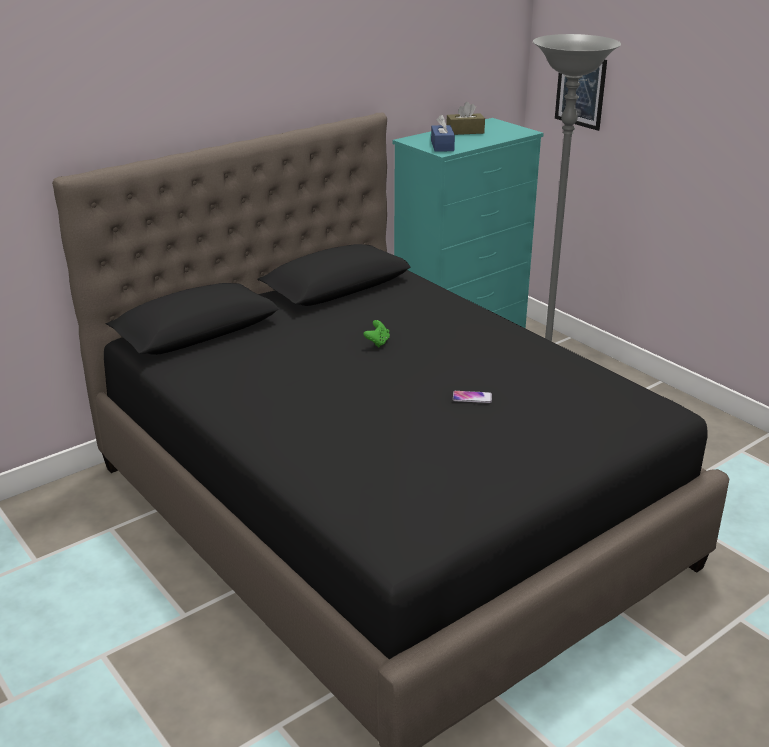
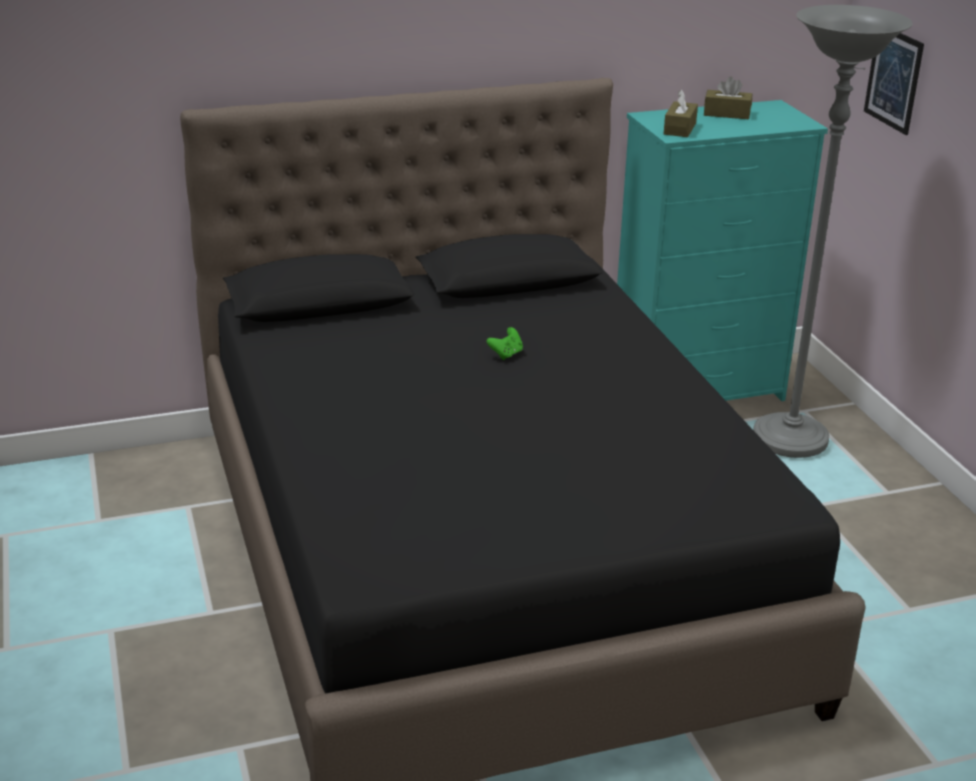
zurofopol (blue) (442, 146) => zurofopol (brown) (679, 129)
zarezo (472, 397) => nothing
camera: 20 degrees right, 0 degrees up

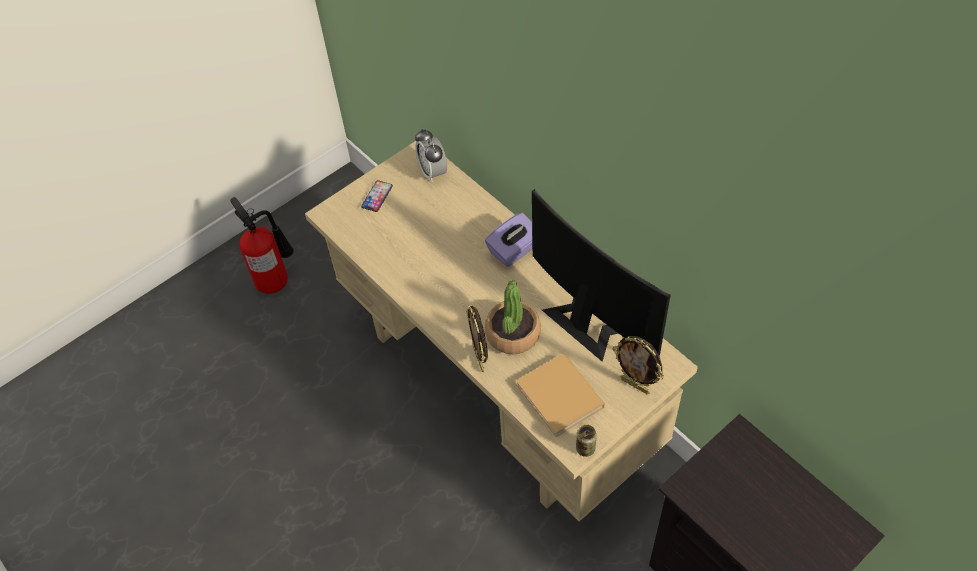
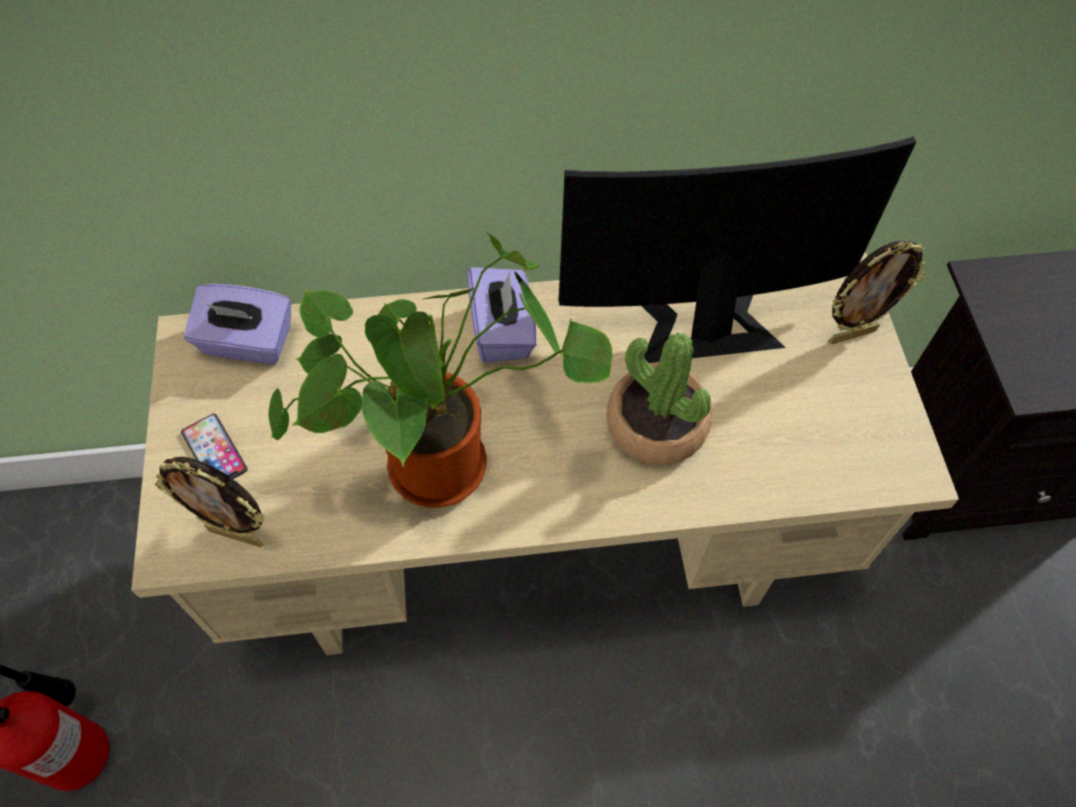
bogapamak (433, 172) => zurofopol (purple) (247, 343)
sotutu (480, 359) => sotutu (237, 535), move
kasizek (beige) (561, 398) => nothing
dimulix (585, 448) => nothing
nothing => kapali (446, 459)
camera: 60 degrees left, 5 degrees up

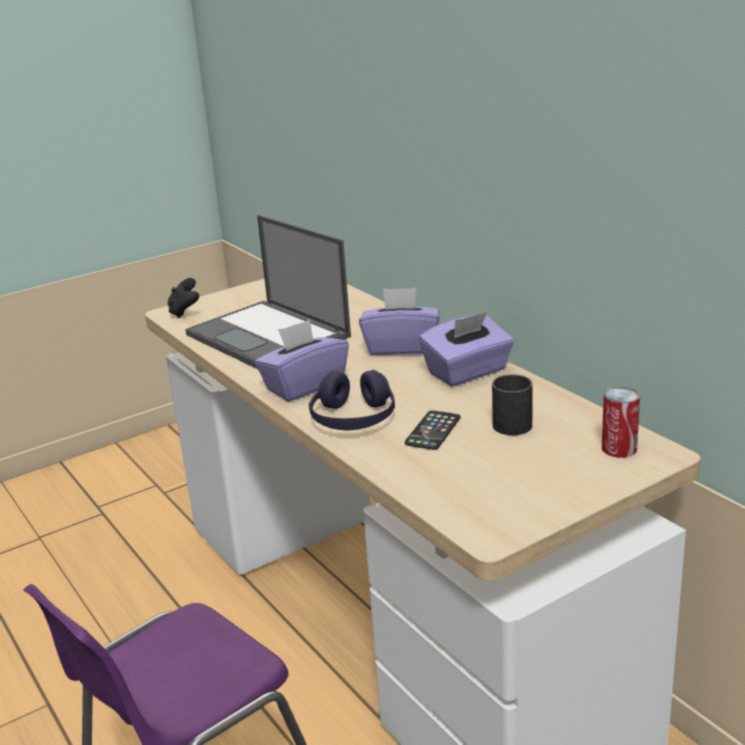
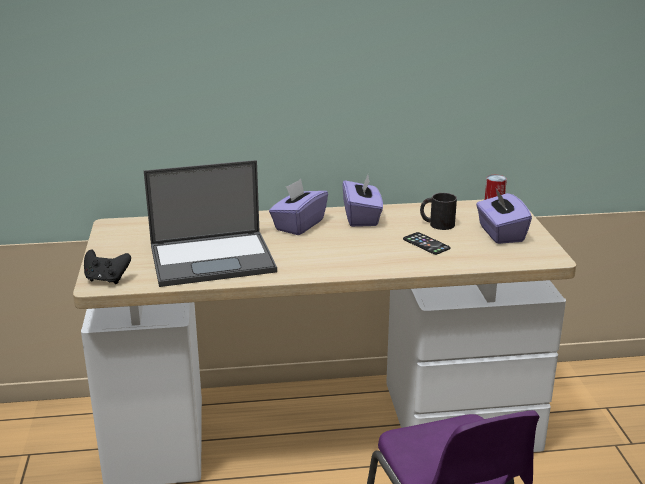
zurofopol (purple) (304, 386) => zurofopol (purple) (500, 233), move
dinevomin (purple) (353, 418) => nothing
camera: 65 degrees left, 0 degrees up

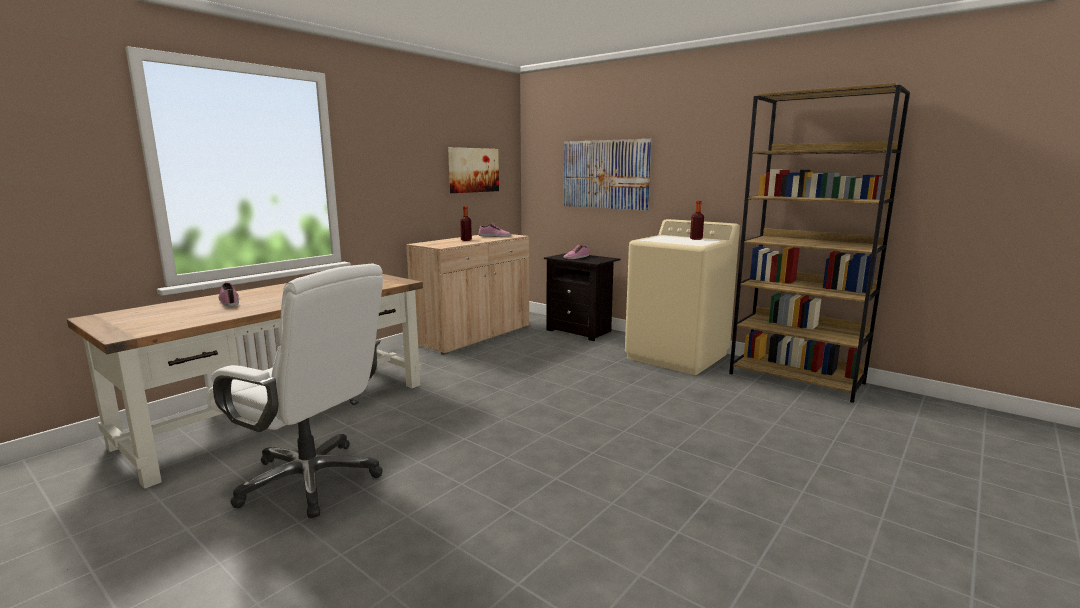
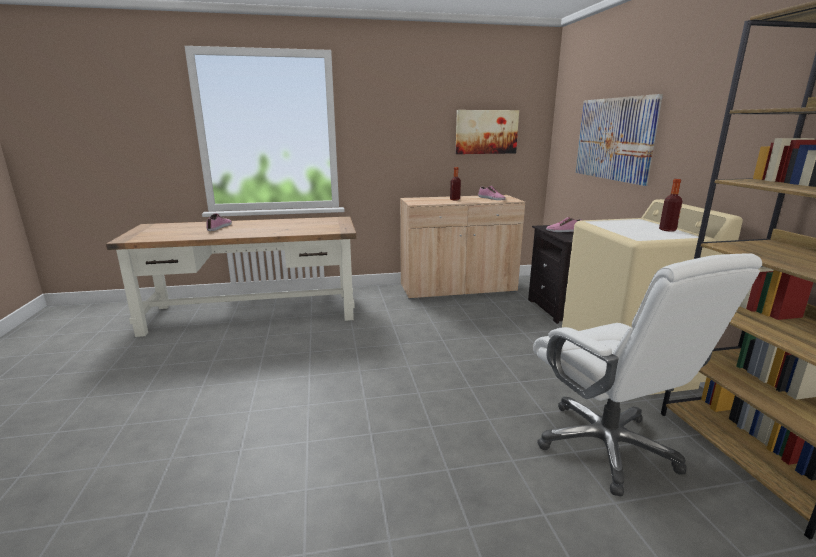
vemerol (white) (311, 480) => vemerol (white) (607, 446), move
camera: 40 degrees right, 5 degrees up

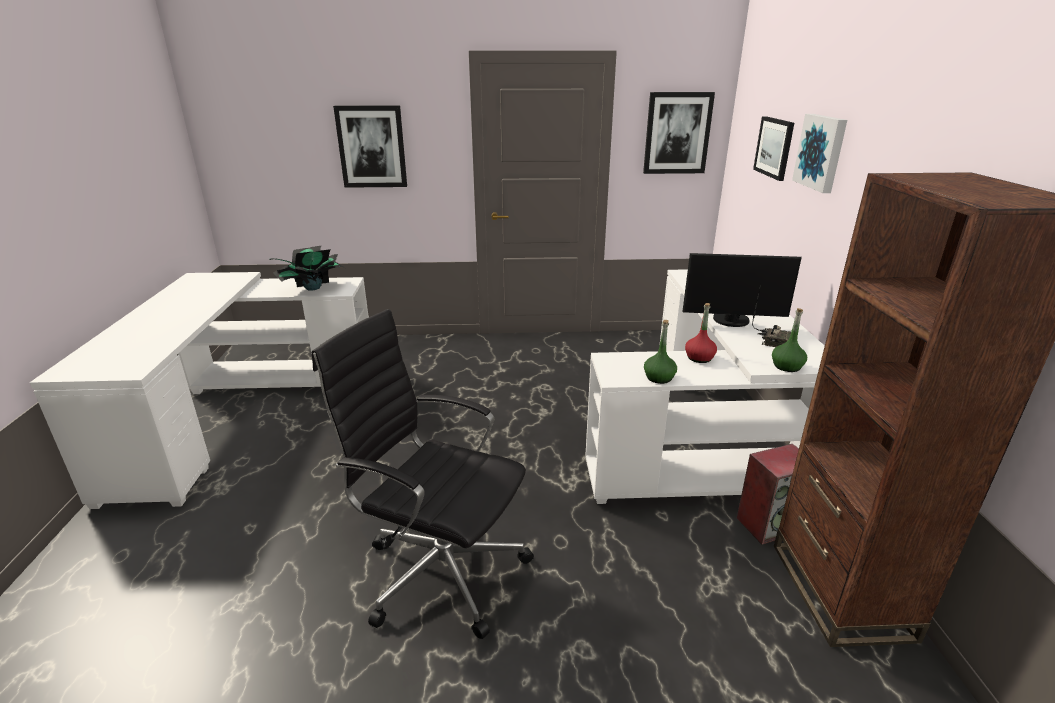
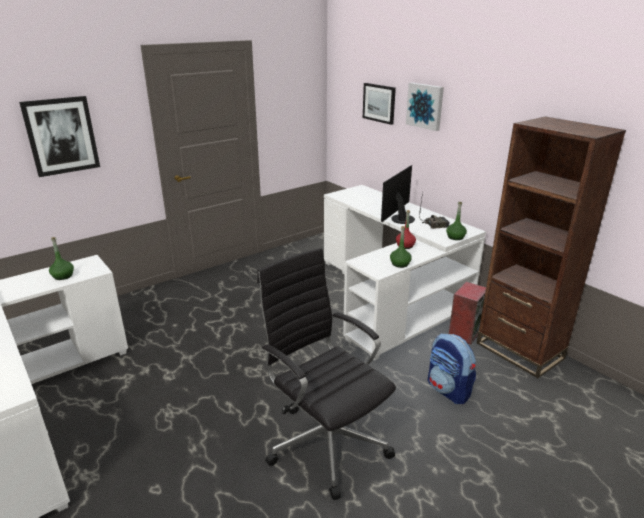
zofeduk (677, 133) => nothing
kapali (312, 288) => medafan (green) (63, 276)
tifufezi (732, 321) => tifufezi (400, 219), 150 degrees clockwise
vemerol (black) (440, 569) => vemerol (black) (326, 441), 60 degrees clockwise
nothing => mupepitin (448, 390)
camera: 35 degrees left, 0 degrees up

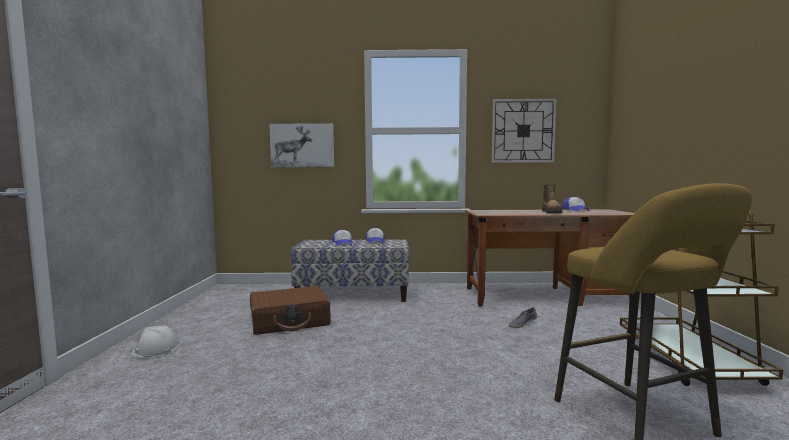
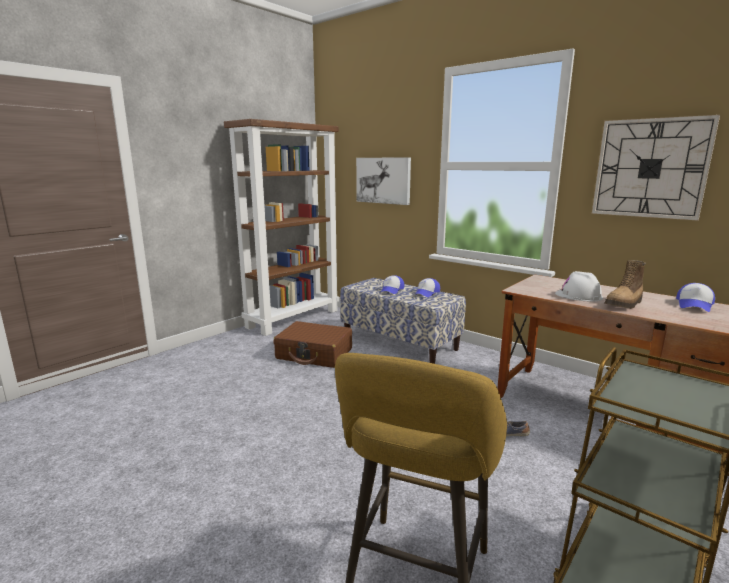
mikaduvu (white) (155, 350) => mikaduvu (white) (578, 295), move
nothing => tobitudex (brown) (293, 318)
camera: 40 degrees right, 10 degrees up

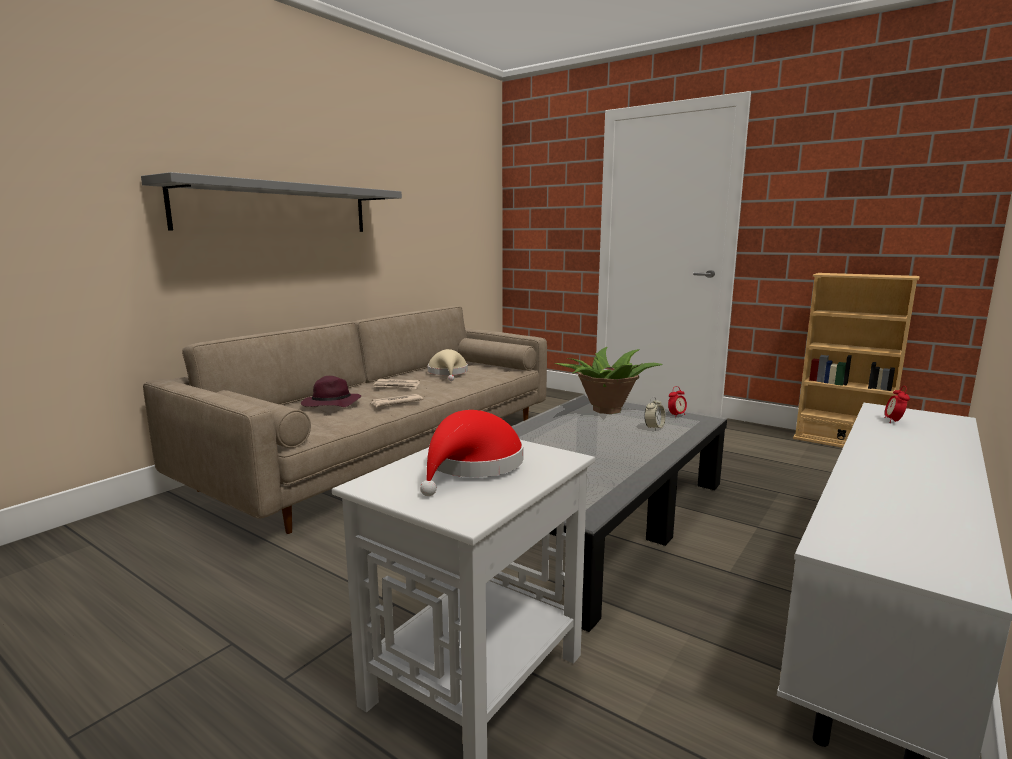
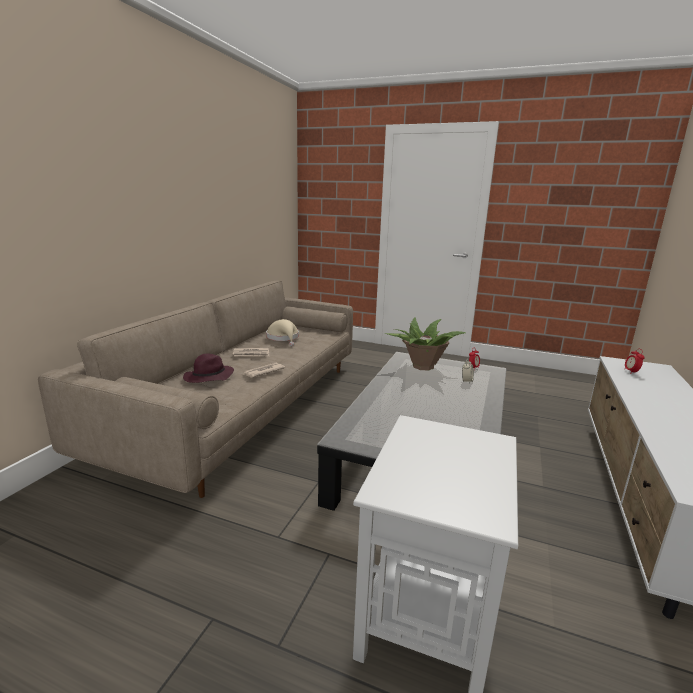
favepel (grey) (277, 208) => nothing
tobitudex (beige) (841, 443) => nothing
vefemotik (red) (472, 466) => nothing
camera: 15 degrees left, 5 degrees up

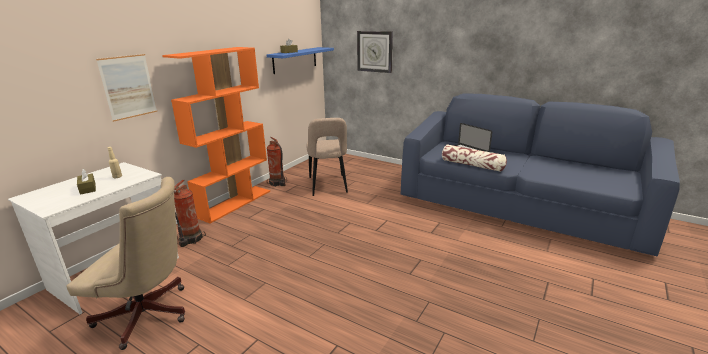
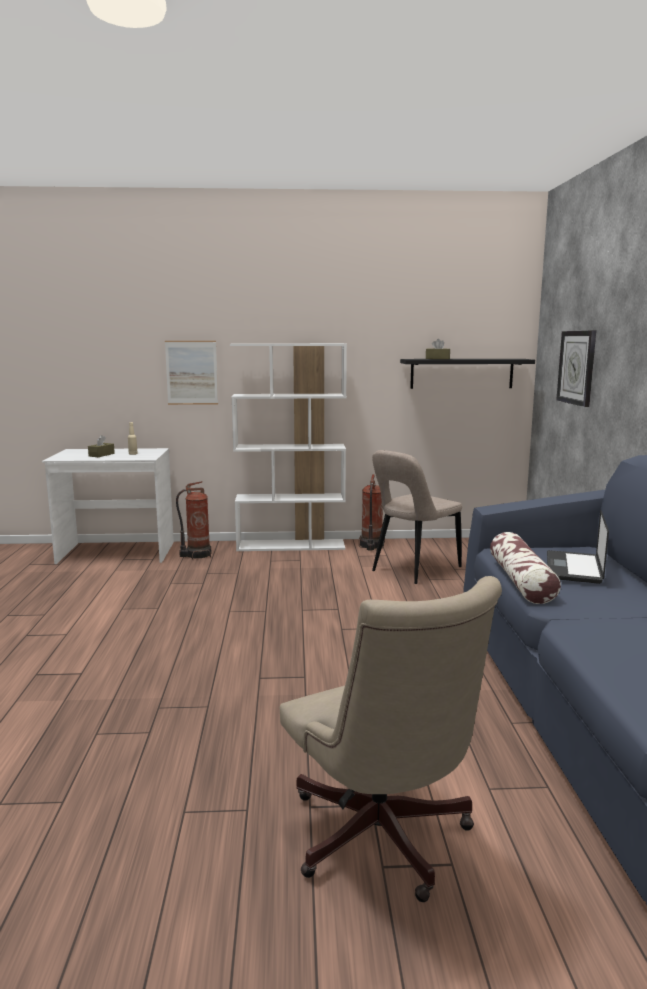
tobitudex (orange) (234, 203) => tobitudex (white) (291, 545)
favepel (blue) (295, 60) => favepel (black) (461, 373)
vemerol (beige) (149, 316) => vemerol (beige) (383, 842), move
camera: 55 degrees right, 10 degrees down

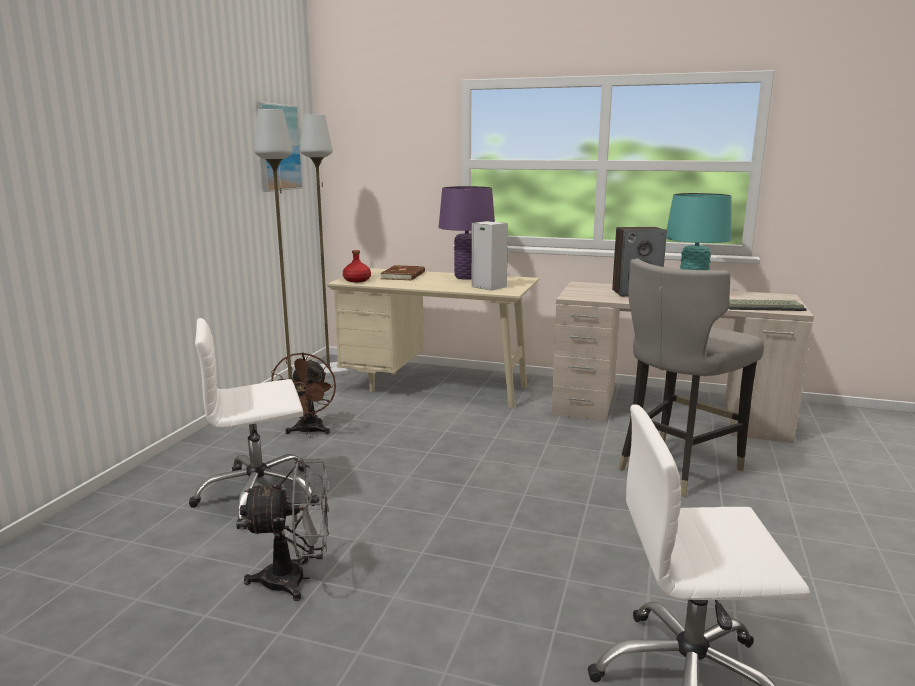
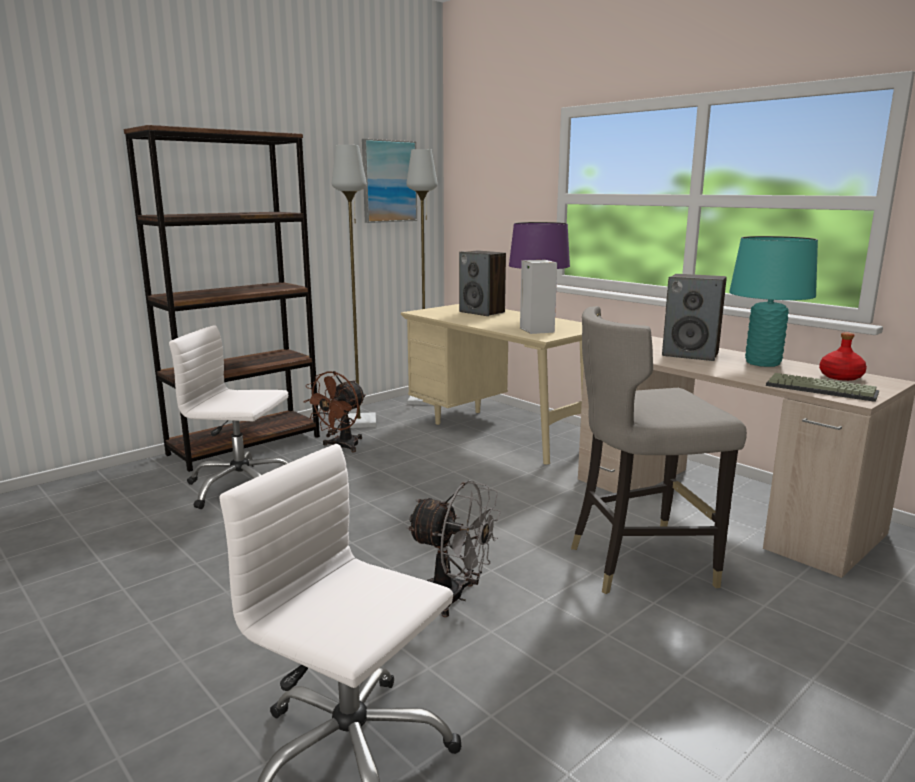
medafan (red) (356, 280) => medafan (red) (840, 377), move
kasizek (brown) (404, 275) => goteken (482, 312)
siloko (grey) (296, 579) => siloko (grey) (453, 598), move
nothing => tobitudex (brown) (245, 445)
camera: 30 degrees right, 0 degrees up

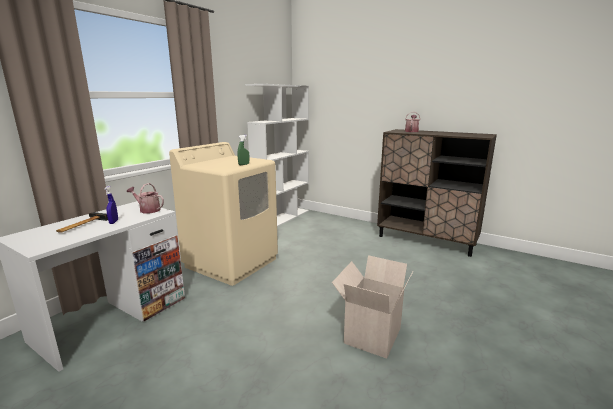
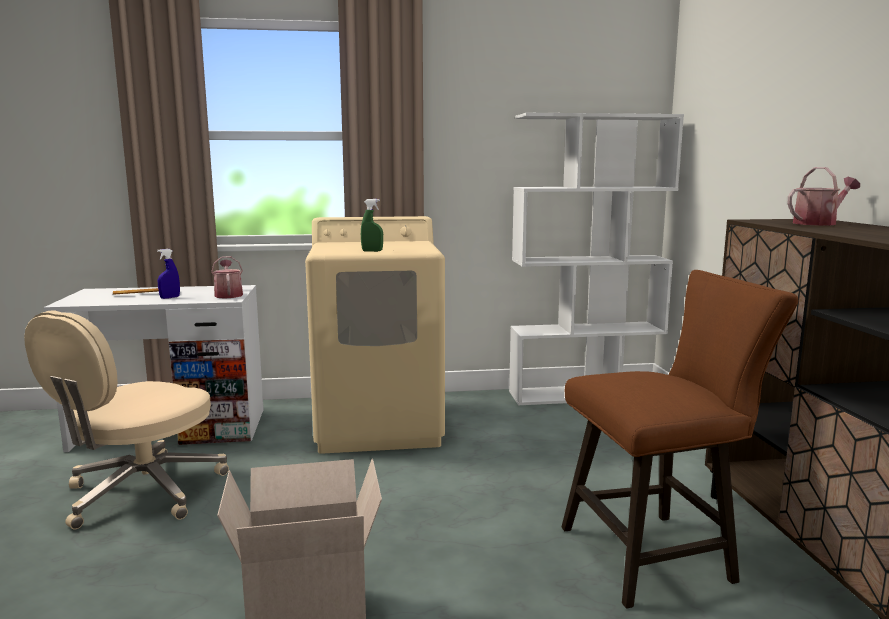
nothing => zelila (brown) (657, 554)
nothing => vemerol (beige) (141, 493)
camera: 50 degrees right, 5 degrees down

